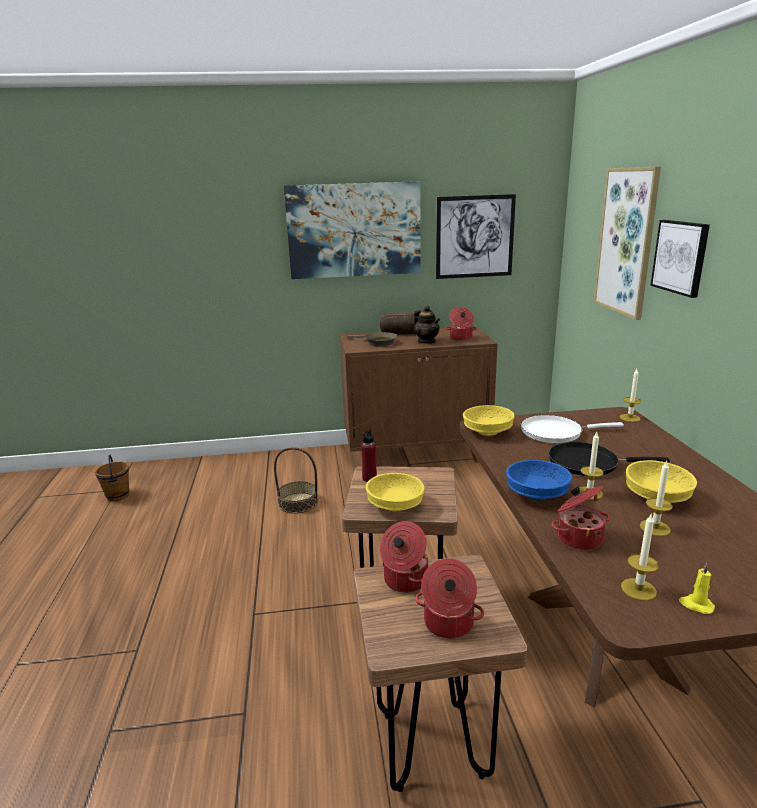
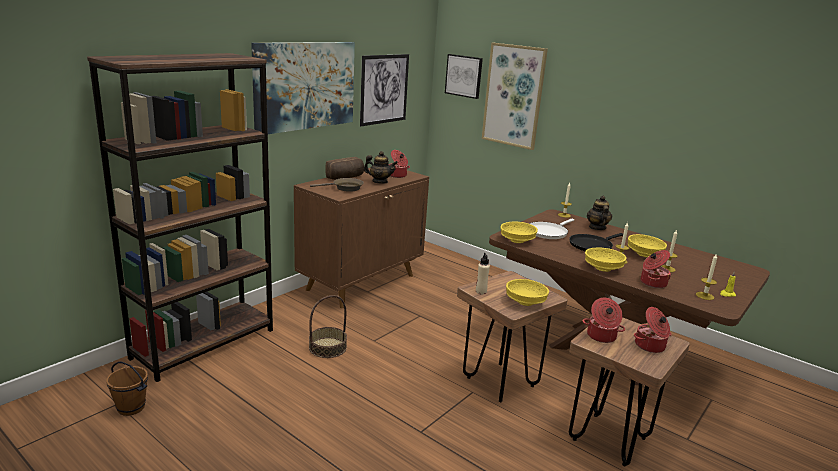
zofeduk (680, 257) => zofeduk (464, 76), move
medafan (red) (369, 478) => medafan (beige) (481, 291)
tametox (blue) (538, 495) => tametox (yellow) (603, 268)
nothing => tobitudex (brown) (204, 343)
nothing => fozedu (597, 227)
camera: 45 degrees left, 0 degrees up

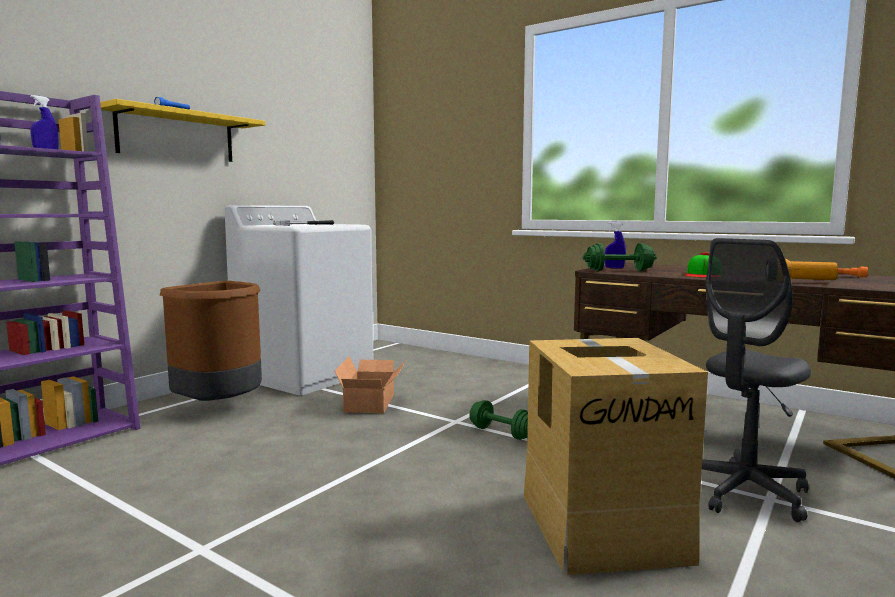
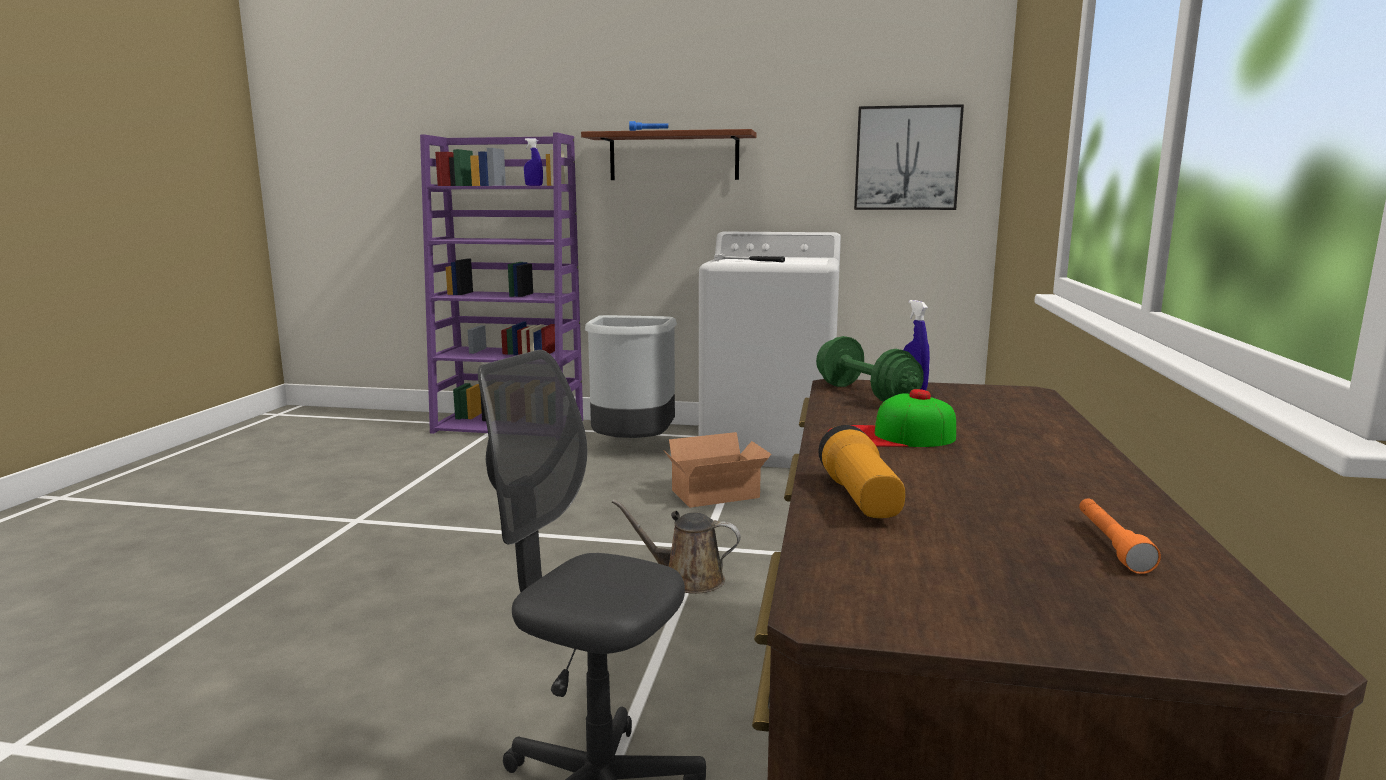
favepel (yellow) (177, 136) => favepel (brown) (674, 156)
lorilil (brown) (221, 408) => lorilil (grey) (632, 447)
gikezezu (603, 525) => nothing
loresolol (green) (501, 433) => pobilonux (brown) (687, 579)
nothing => zofeduk (907, 158)
camera: 65 degrees right, 5 degrees up

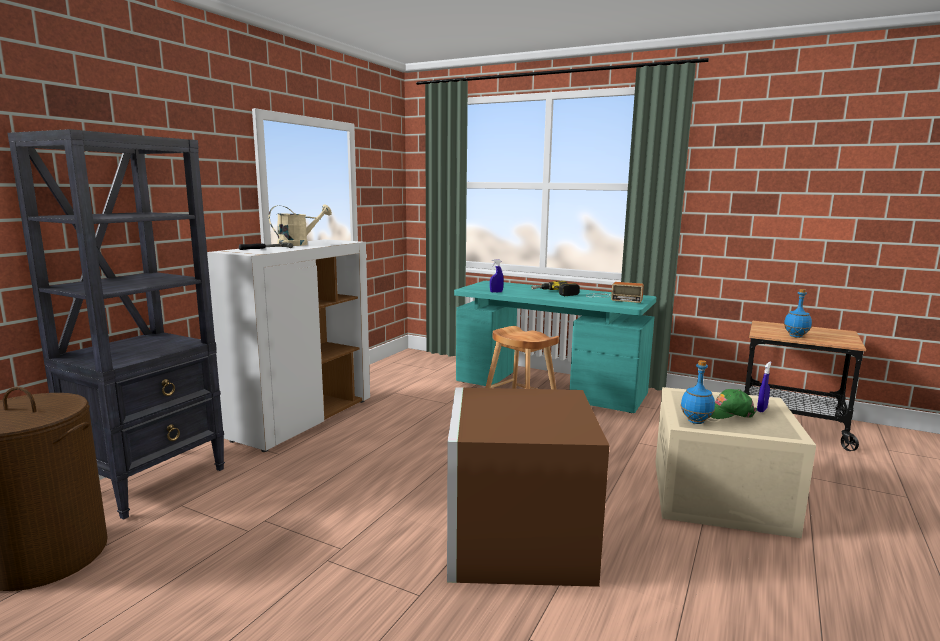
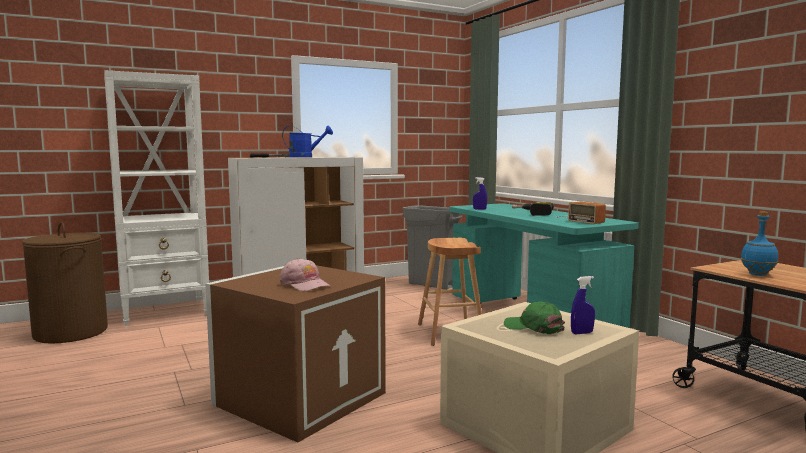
tobitudex (black) (151, 481) => tobitudex (white) (166, 312)
pobilonux (beige) (298, 244) => pobilonux (blue) (305, 157)
medafan (blue) (696, 422) => nothing
nothing => lorilil (grey) (431, 285)
nothing => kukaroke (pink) (305, 284)
camera: 35 degrees right, 5 degrees down

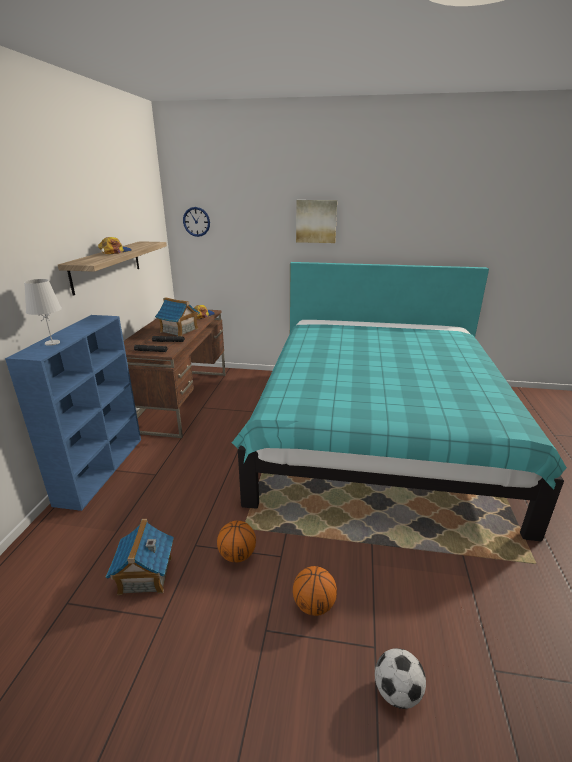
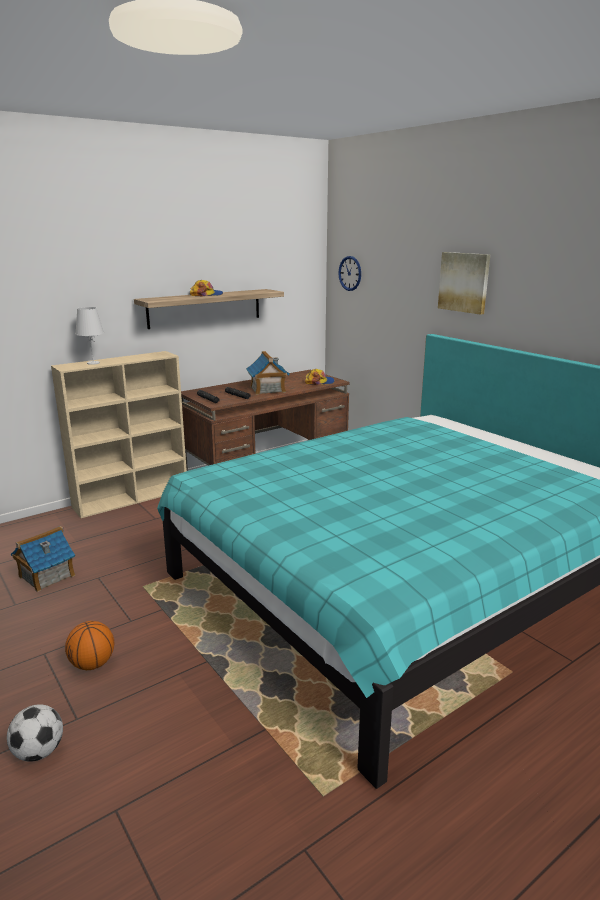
tobitudex (blue) (101, 468) => tobitudex (beige) (132, 498)
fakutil (237, 555) => nothing
camera: 45 degrees right, 5 degrees down

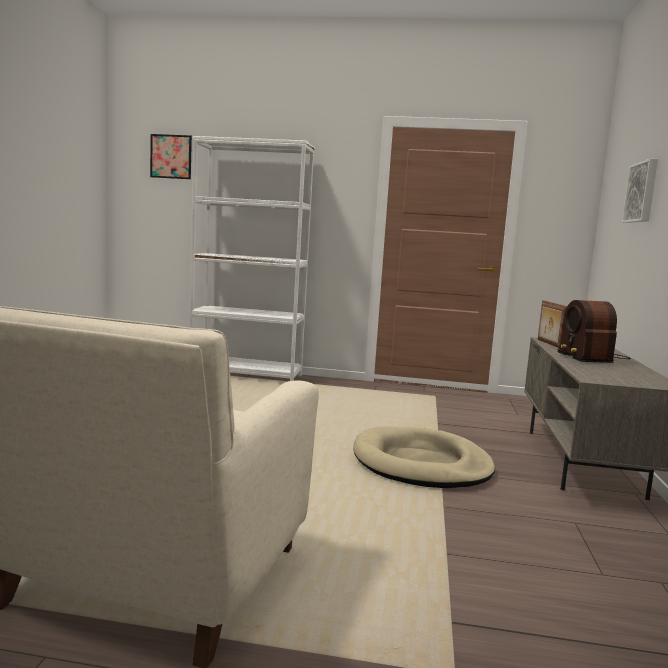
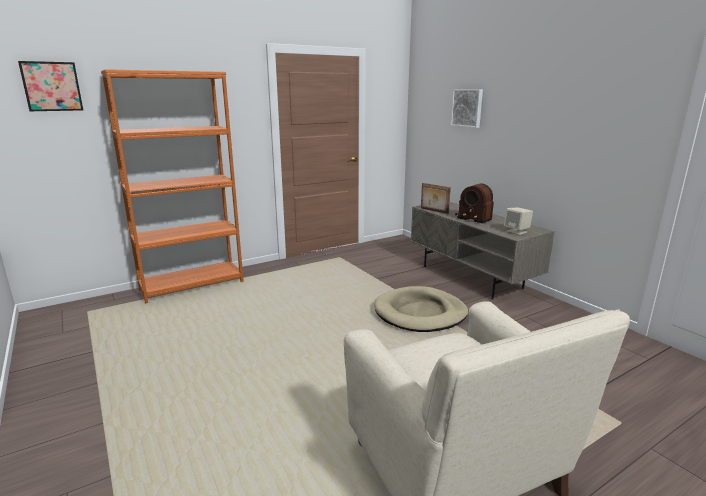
tobitudex (white) (246, 375) => tobitudex (orange) (192, 285)
nothing => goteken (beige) (517, 231)
camera: 40 degrees left, 10 degrees up

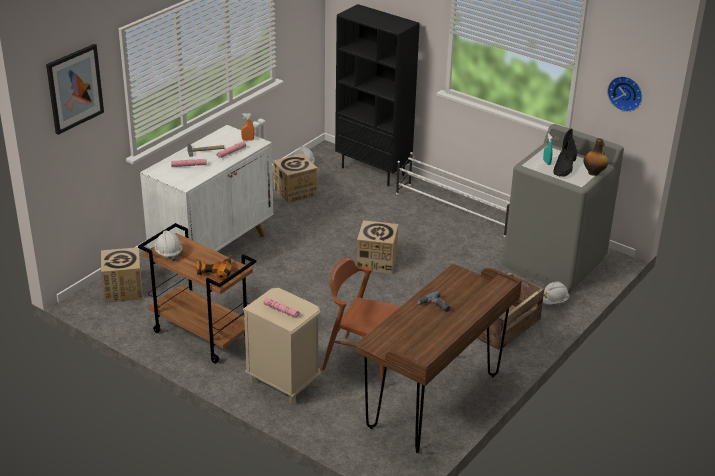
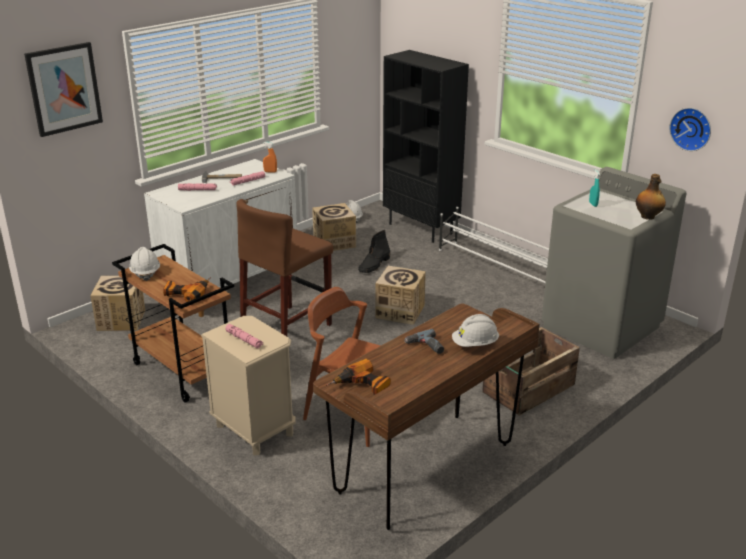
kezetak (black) (564, 167) => kezetak (black) (374, 265), move
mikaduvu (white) (553, 301) => mikaduvu (white) (475, 344), move
nothing => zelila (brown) (287, 329)
nothing => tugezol (362, 386)
camera: 10 degrees right, 5 degrees down

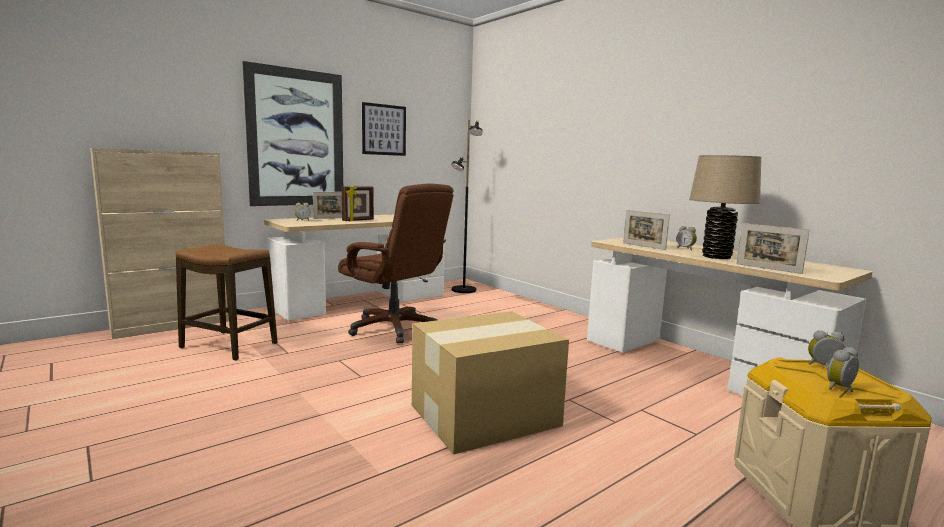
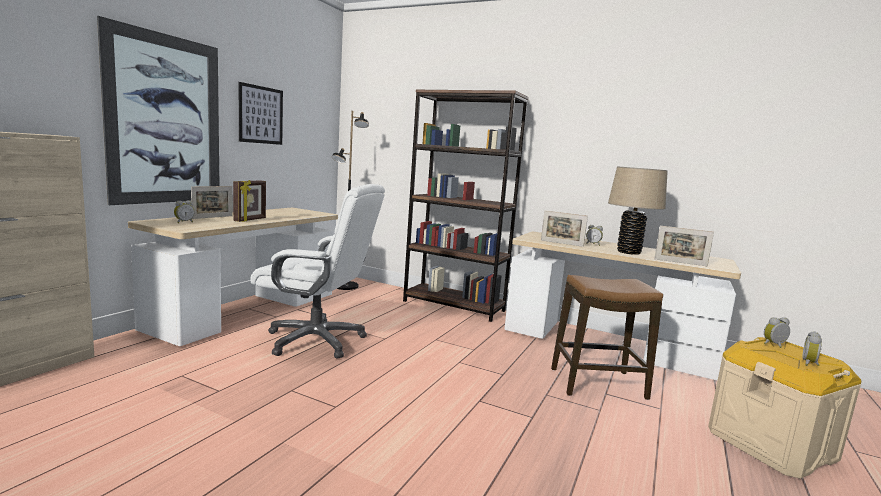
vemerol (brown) (394, 328) => vemerol (white) (316, 340)
zelila (228, 345) => zelila (597, 384), move
gikezezu (487, 415) => nothing
nothing => tobitudex (brown) (454, 306)
camera: 25 degrees left, 0 degrees up

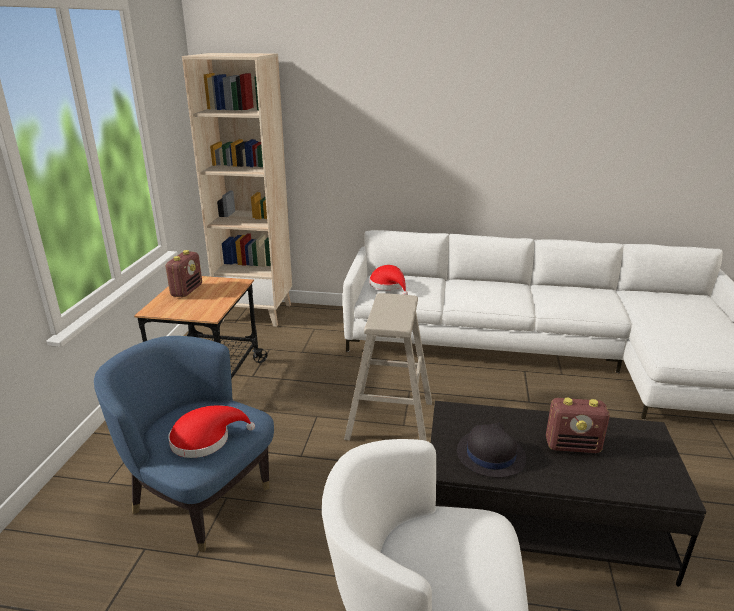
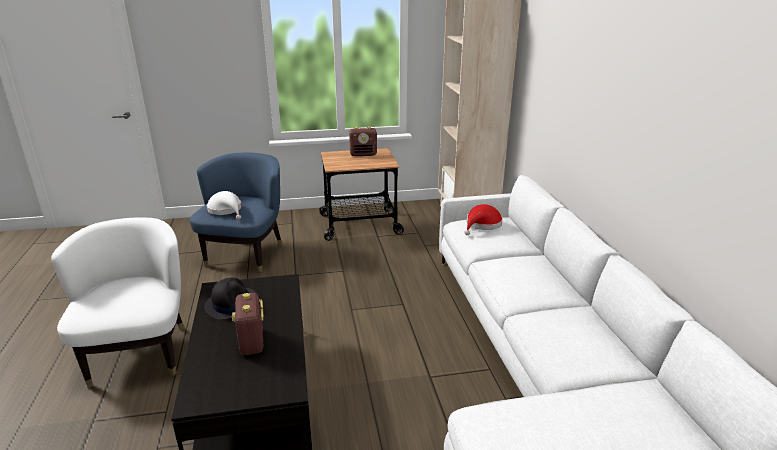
zelila (beige) (390, 419) => nothing
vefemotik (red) (205, 439) => vefemotik (white) (226, 210)
camera: 70 degrees right, 0 degrees up

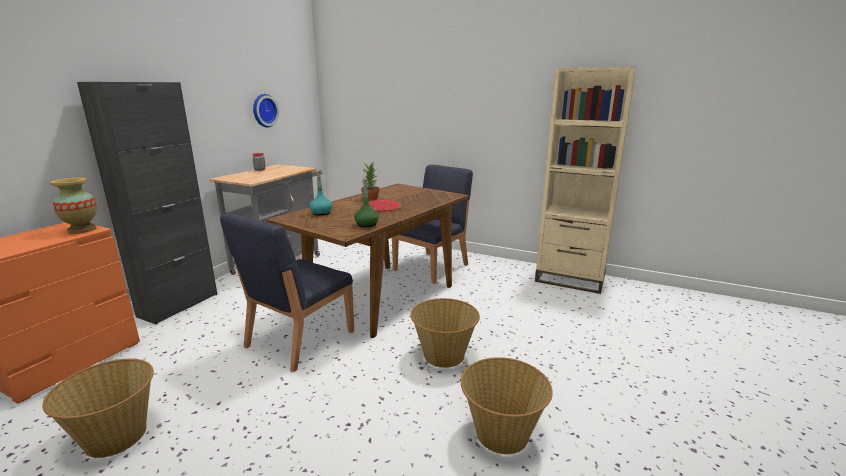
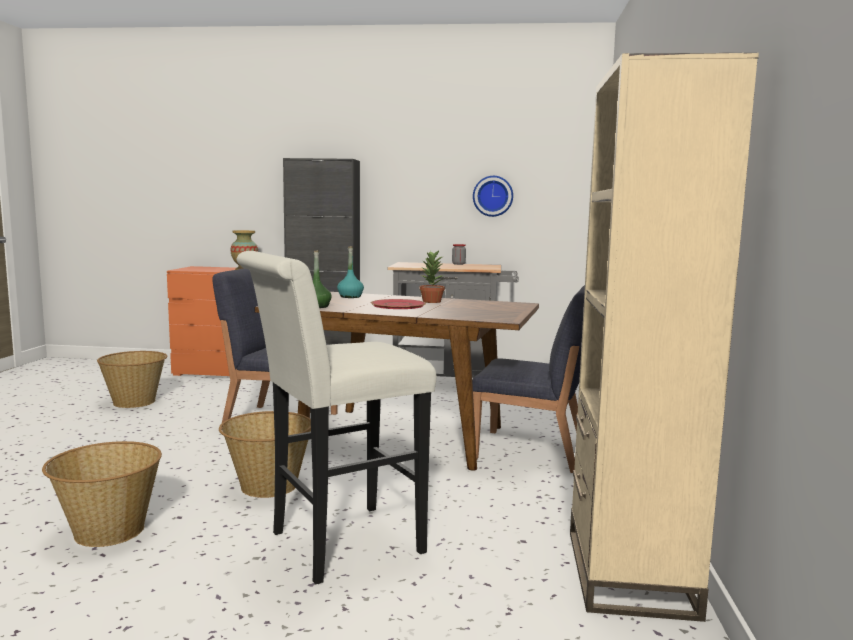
nothing => zelila (white) (336, 545)
camera: 70 degrees right, 10 degrees down

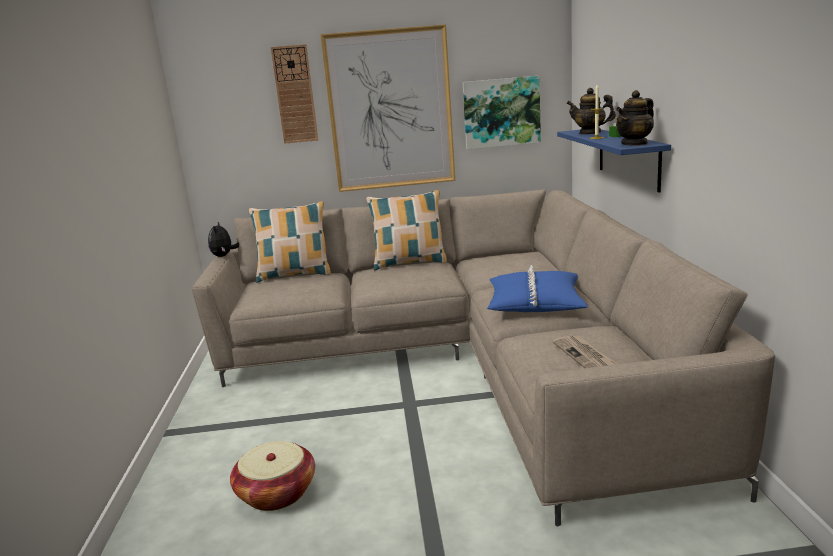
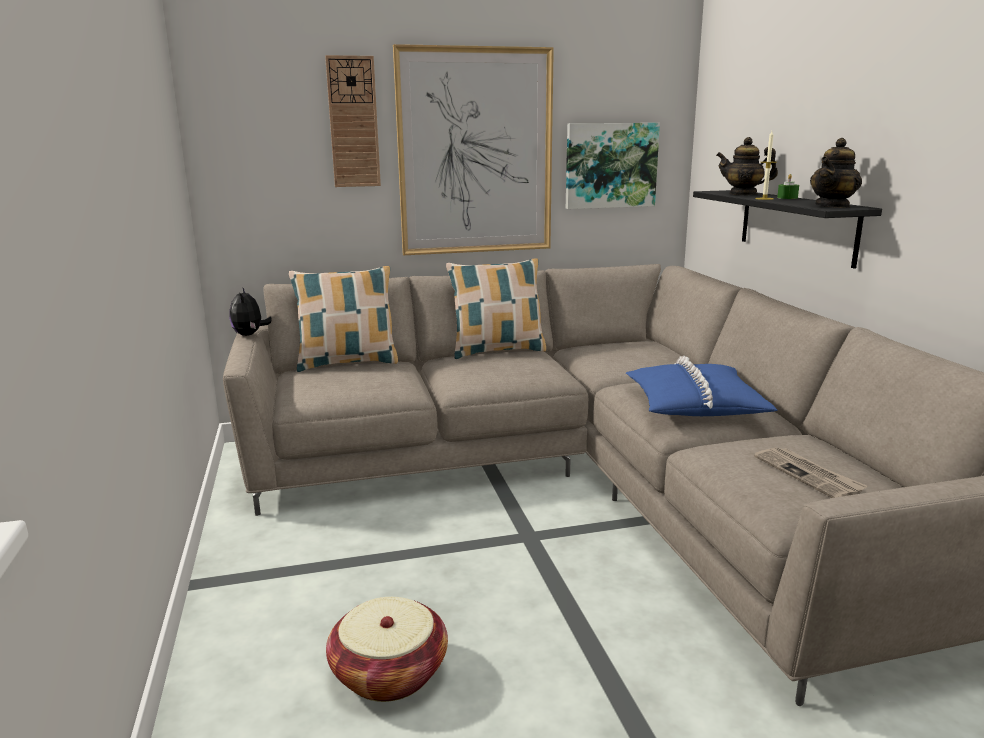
favepel (blue) (628, 157) => favepel (black) (796, 225)
camera: 10 degrees left, 0 degrees up

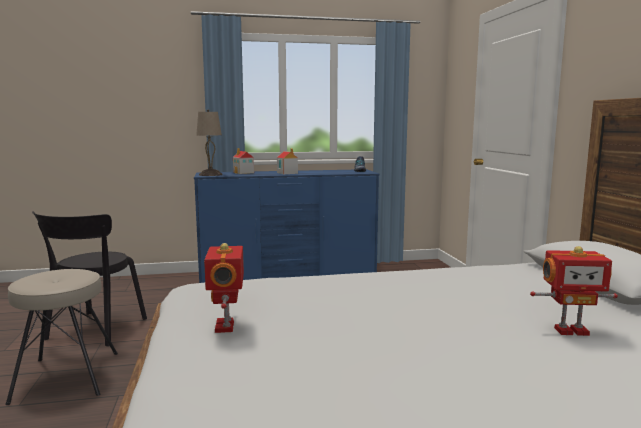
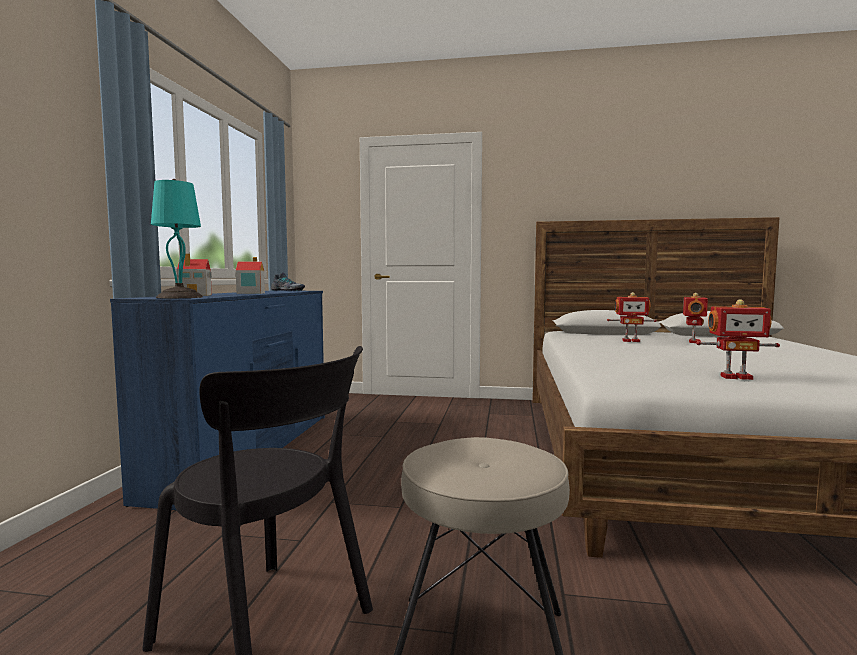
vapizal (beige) (211, 174) => vapizal (turquoise) (180, 297)
nothing => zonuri (631, 341)
camera: 70 degrees left, 5 degrees down

